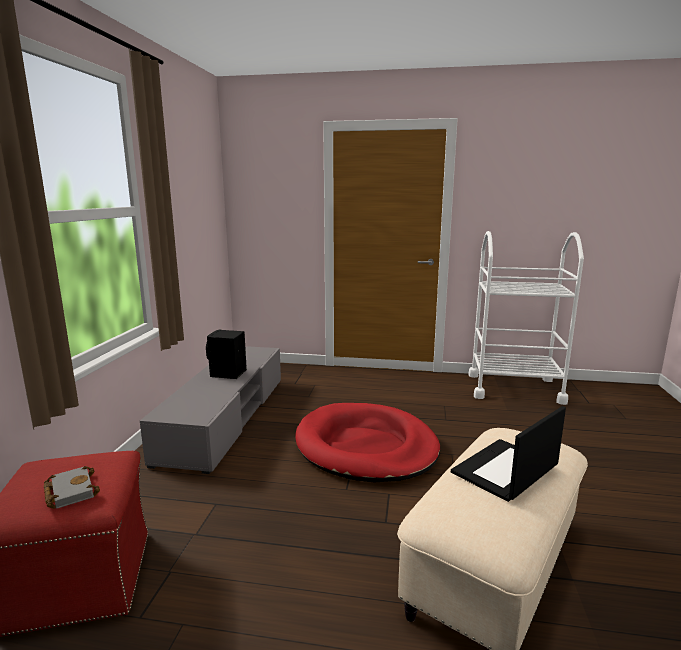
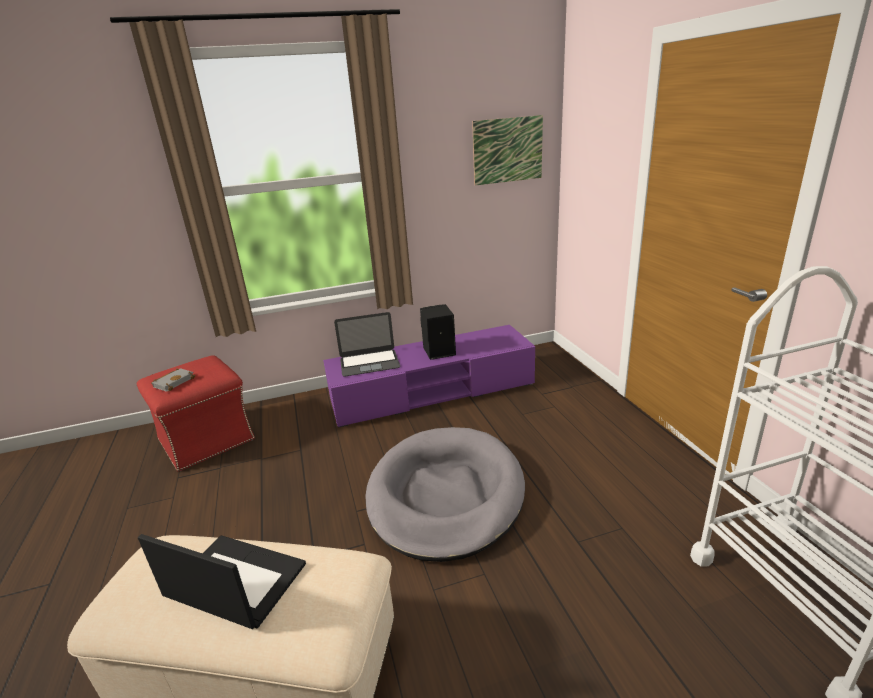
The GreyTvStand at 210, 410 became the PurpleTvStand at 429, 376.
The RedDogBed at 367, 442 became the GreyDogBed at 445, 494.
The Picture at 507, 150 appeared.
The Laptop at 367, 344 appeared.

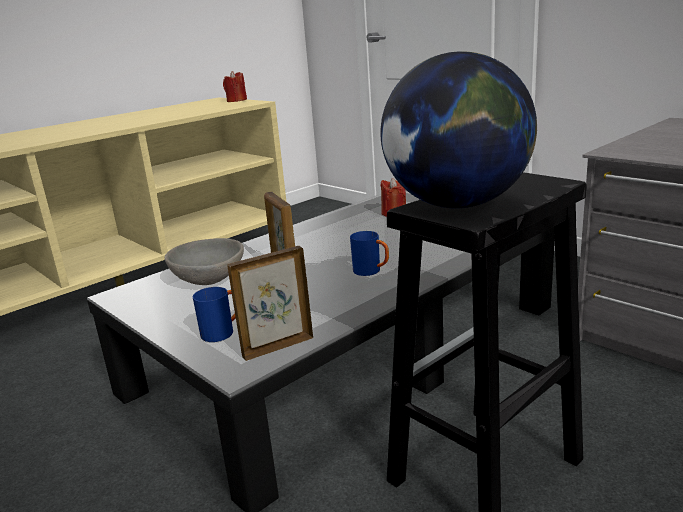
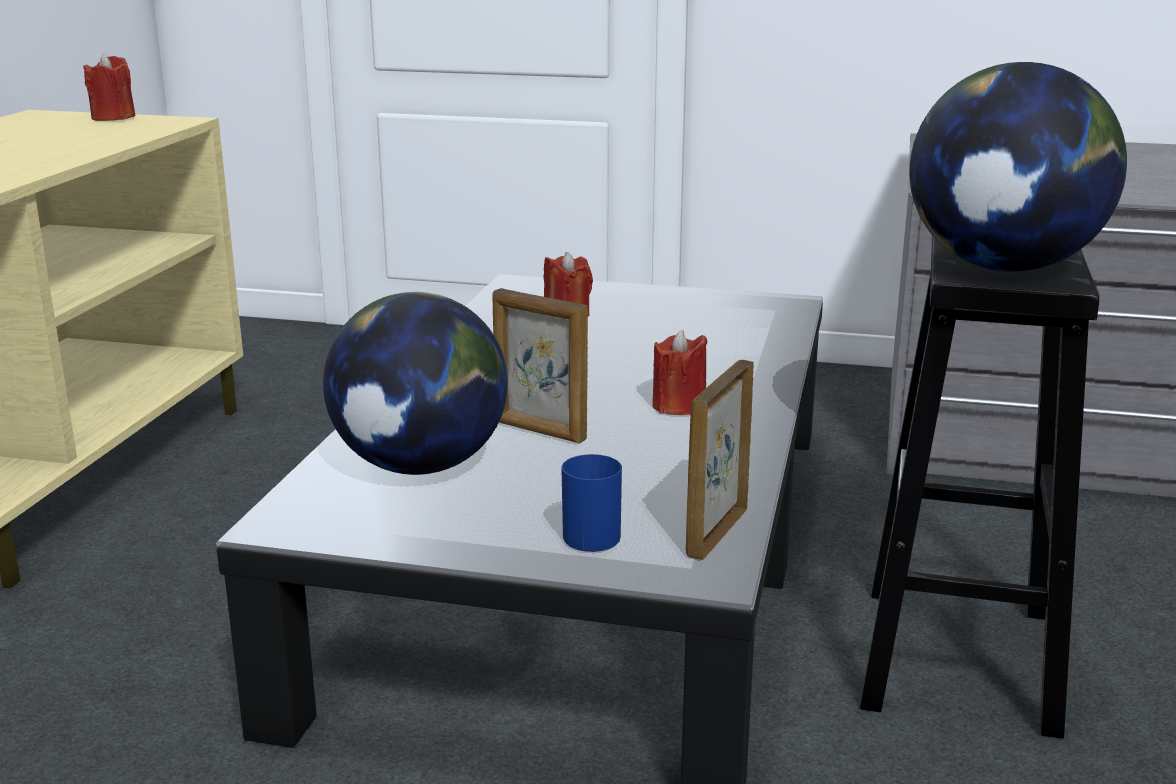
The BlueMug at 369, 253 was replaced by the RedCandle at 679, 372.
The GreyBowl at 204, 261 was replaced by the Globe at 415, 383.

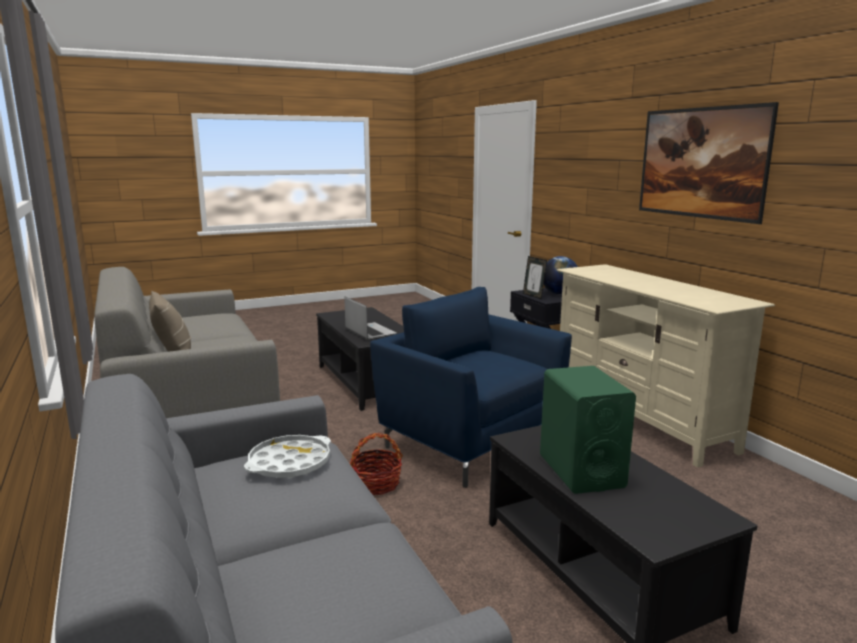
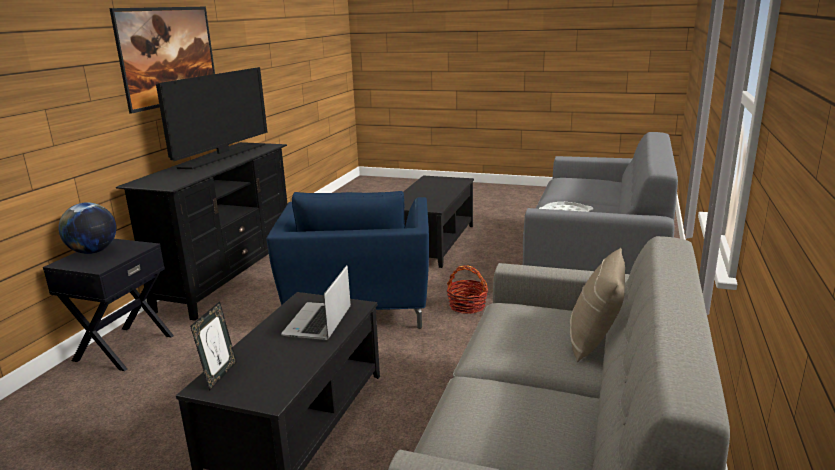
The PictureFrame moved from 535, 277 to 213, 346.
The BeigeTvStand at 666, 366 became the BlackTvStand at 201, 231.
The GreenSpeaker at 588, 430 disappeared.
The Television at 212, 118 appeared.

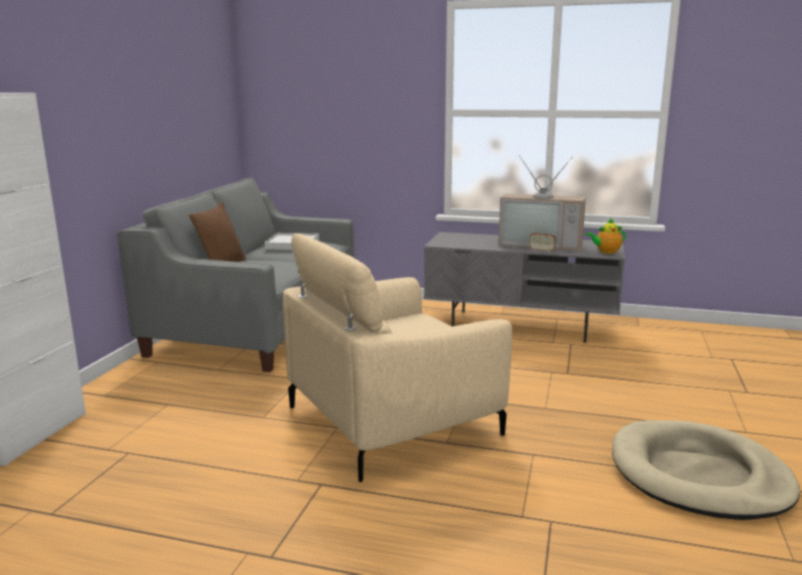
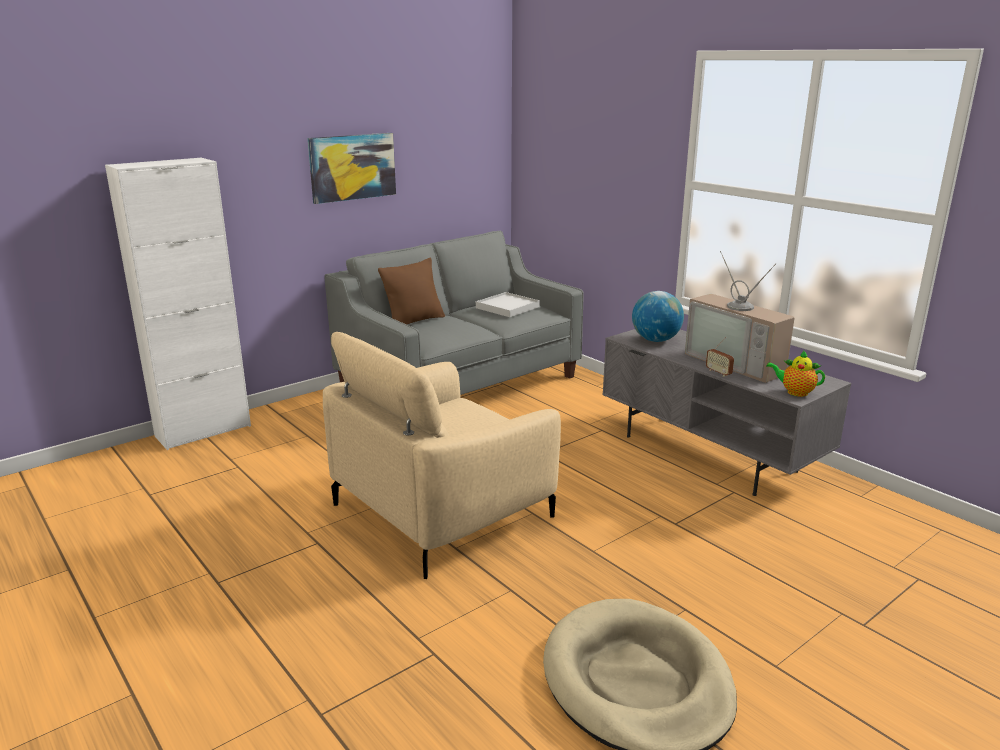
The BeigeArmchair at 397, 357 turned 45 degrees counterclockwise.
The Picture at 351, 168 appeared.
The Globe at 658, 316 appeared.

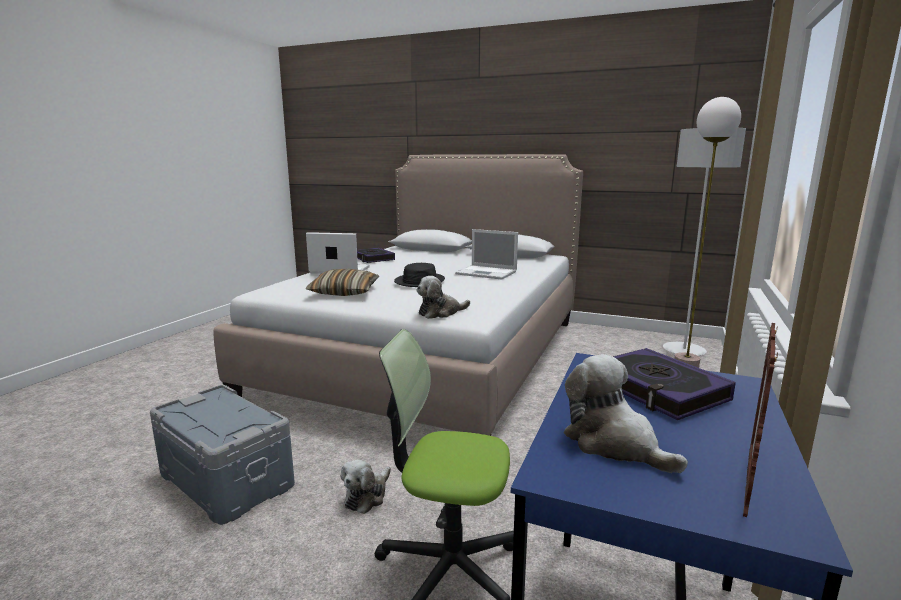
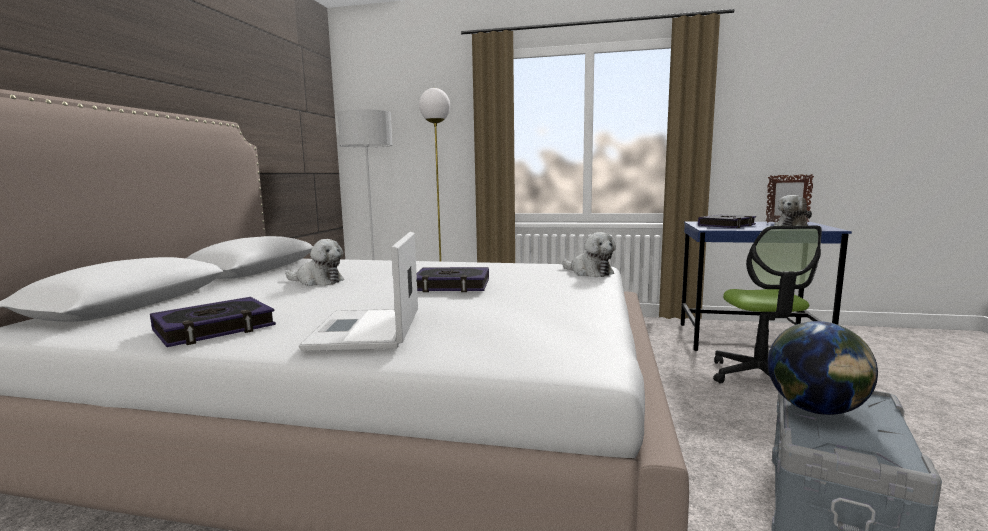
The Laptop at 486, 254 disappeared.
The BlackHat at 419, 275 was replaced by the Book at 453, 279.
The Pillow at 342, 282 disappeared.
The PlushToy moved from 366, 486 to 314, 262.
The Globe at 823, 368 appeared.

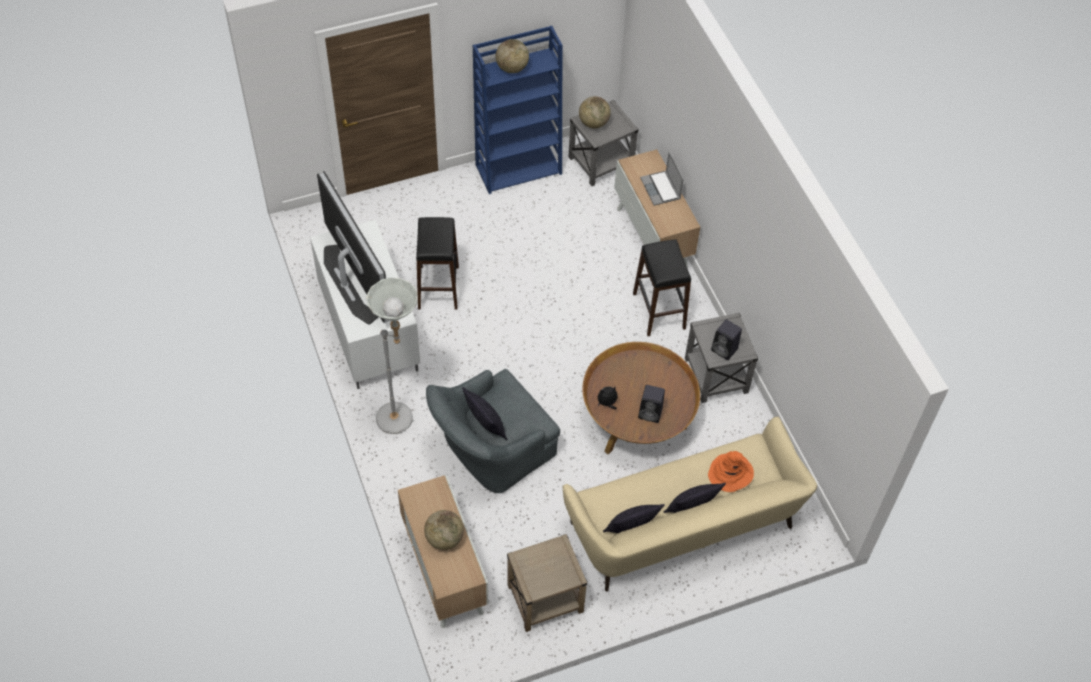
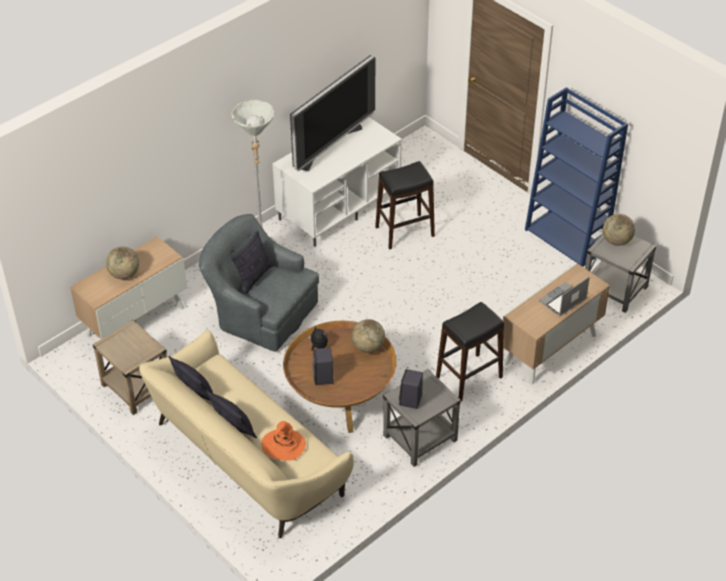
The Globe moved from 512, 56 to 368, 336.

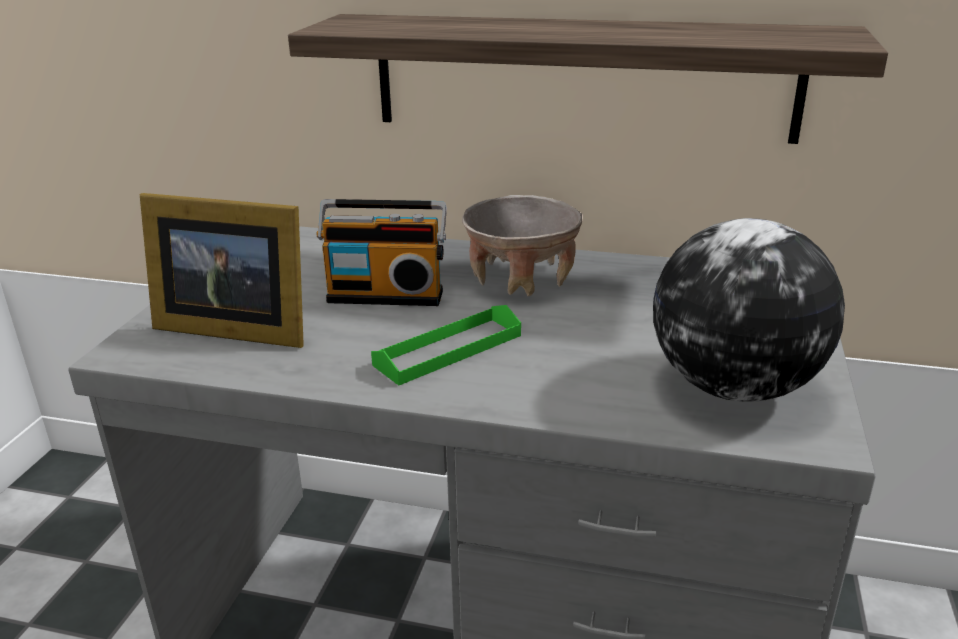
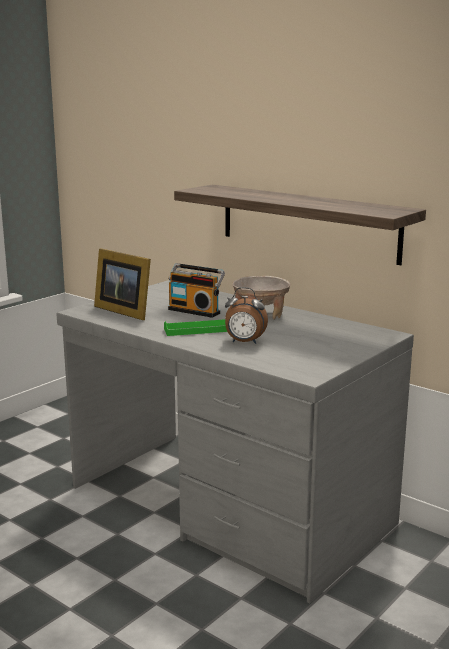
The Globe at 749, 310 disappeared.
The AlarmClock at 246, 315 appeared.

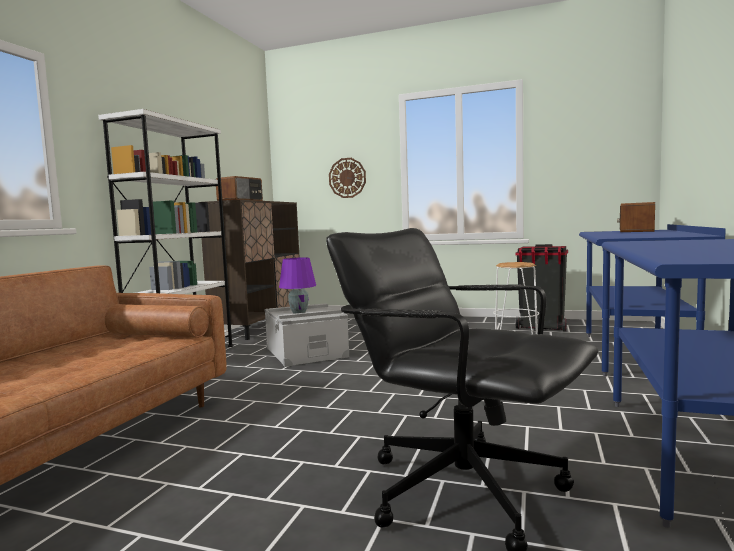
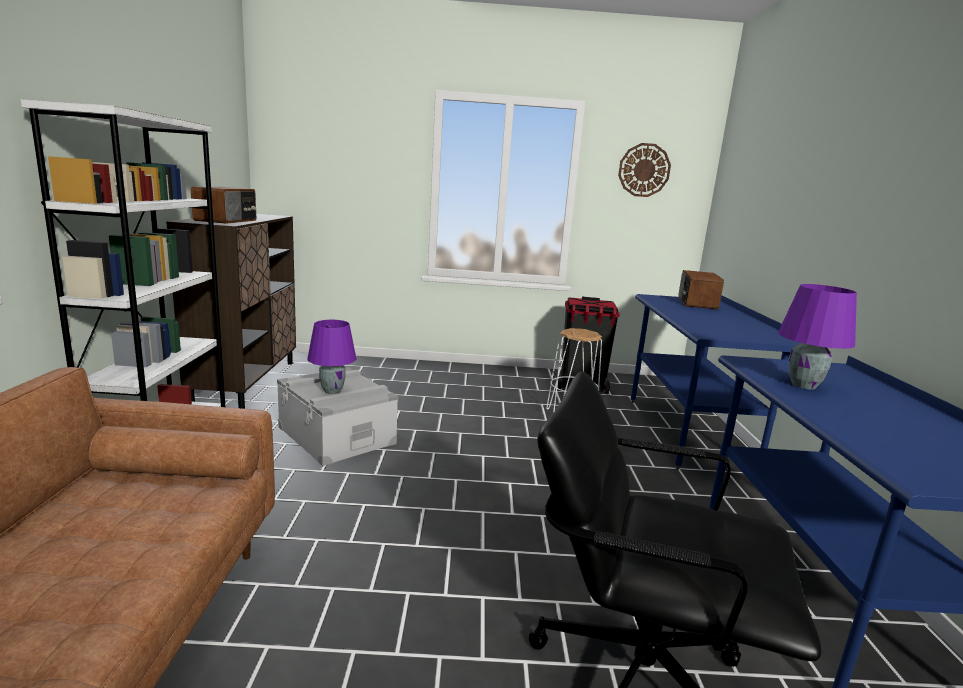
The WallClock moved from 347, 178 to 644, 170.
The PurpleTableLamp at 817, 337 appeared.

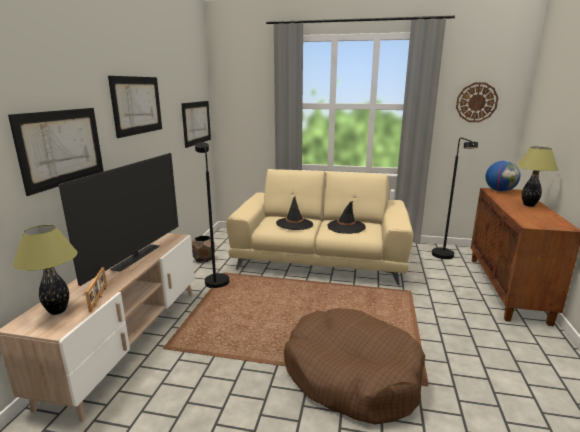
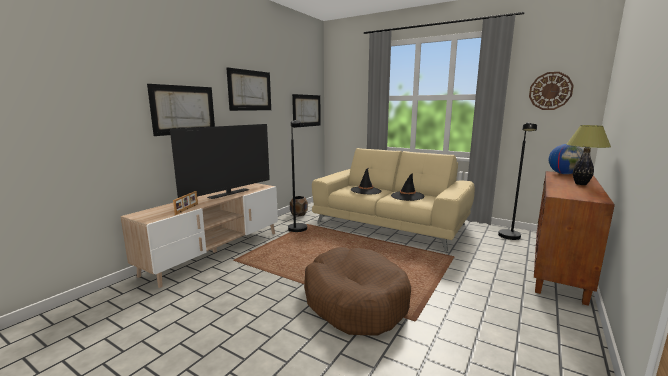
The TableLamp at 45, 270 disappeared.

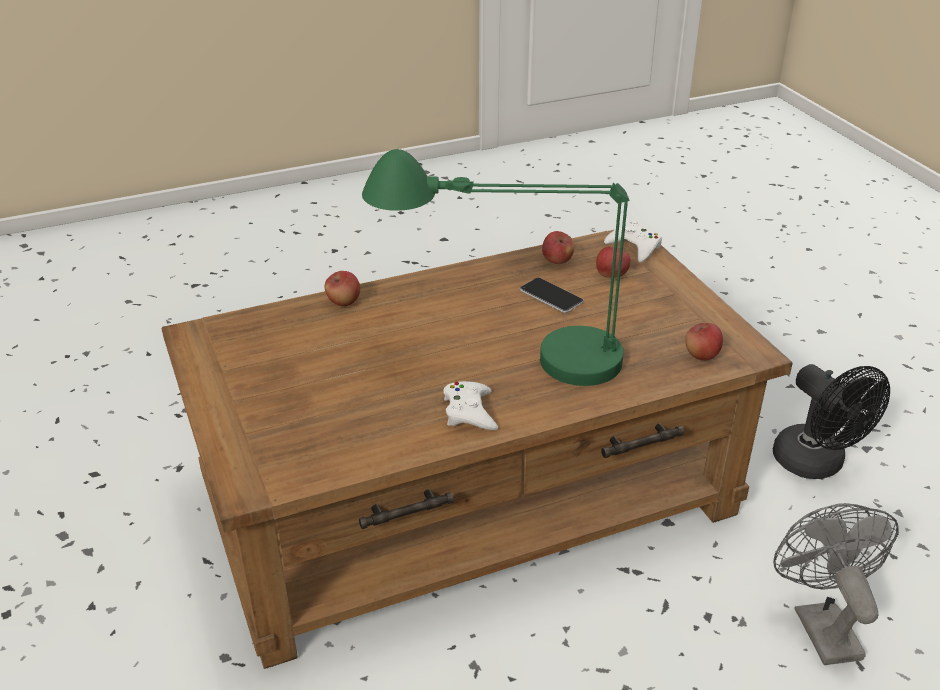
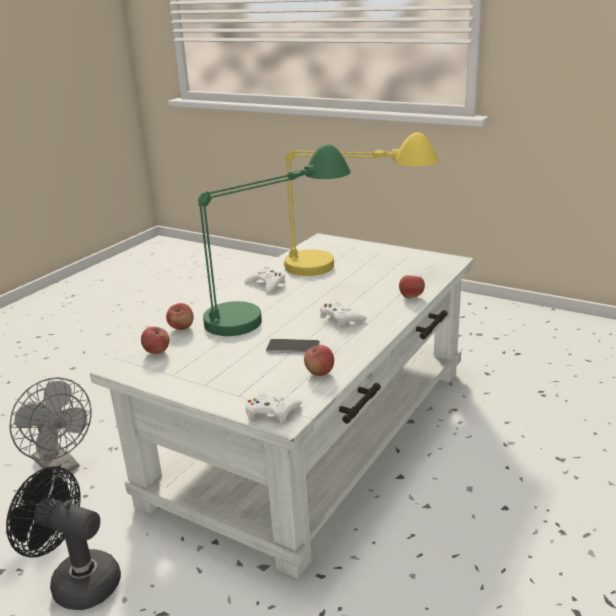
The BrownCoffeeTable at 477, 449 became the WhiteCoffeeTable at 282, 406.
The Apple moved from 613, 261 to 180, 316.
The YellowTableLamp at 361, 204 appeared.
The WhiteGameController at 343, 314 appeared.

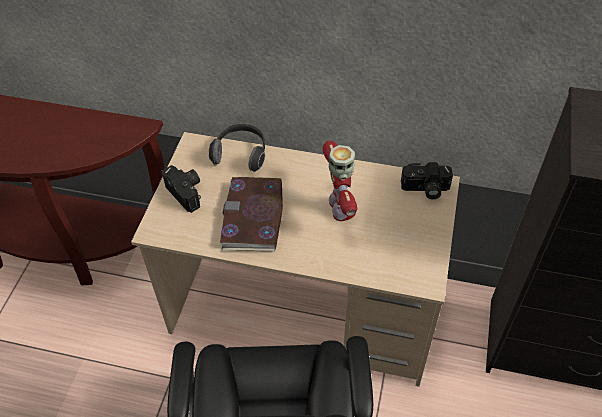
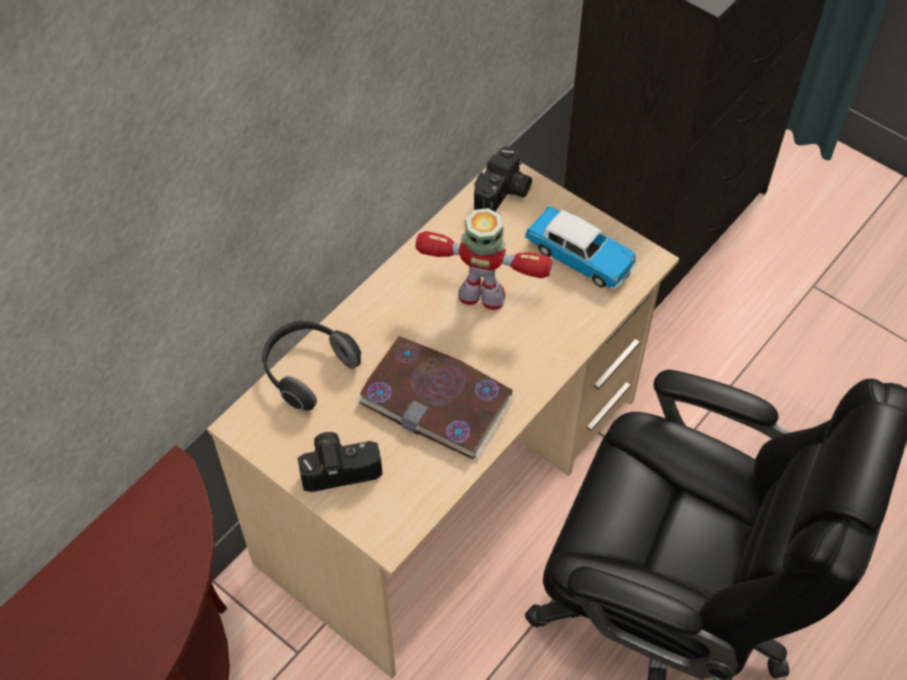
The ToyCar at 580, 247 appeared.

